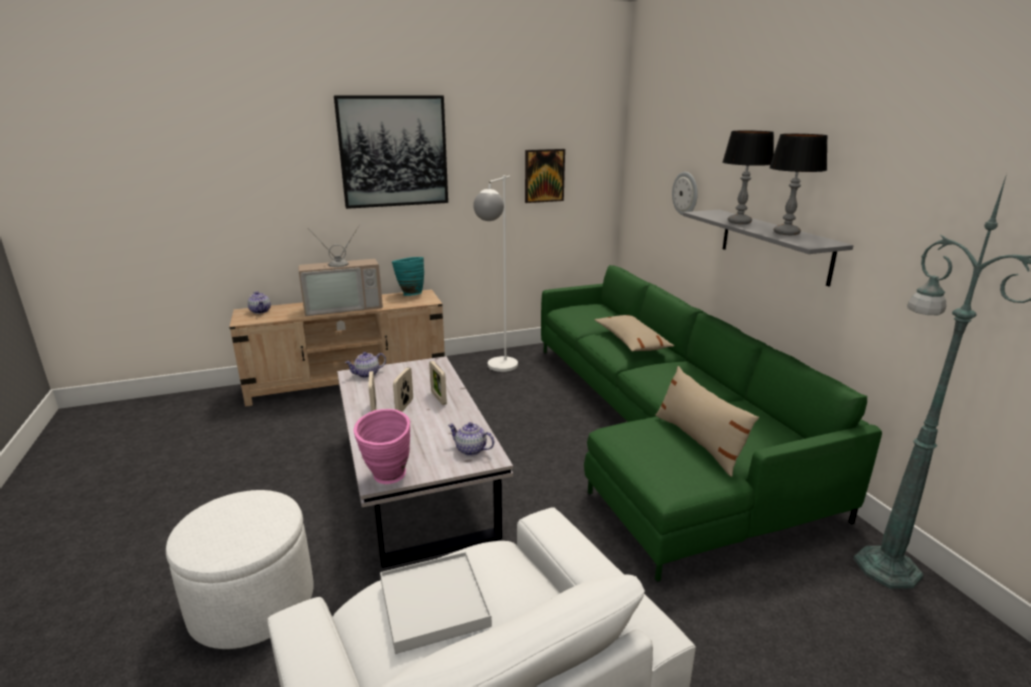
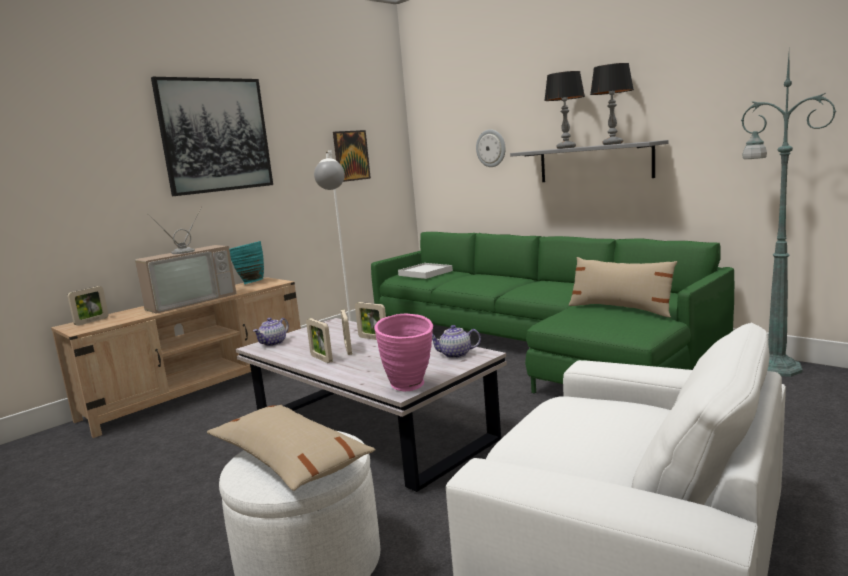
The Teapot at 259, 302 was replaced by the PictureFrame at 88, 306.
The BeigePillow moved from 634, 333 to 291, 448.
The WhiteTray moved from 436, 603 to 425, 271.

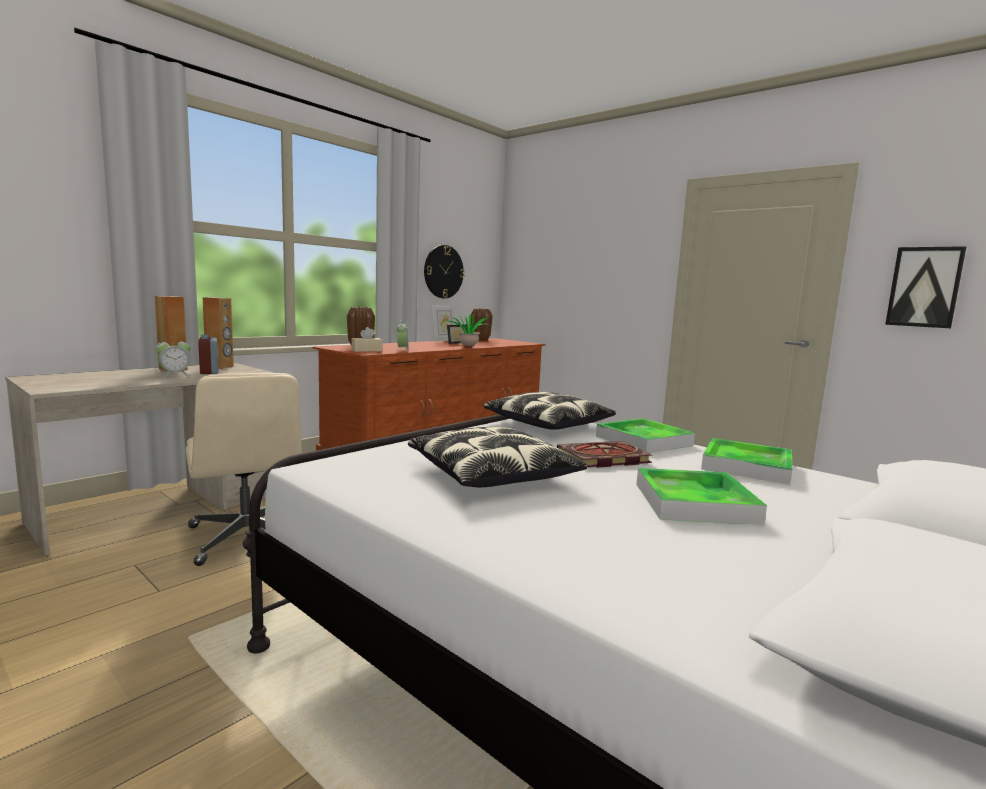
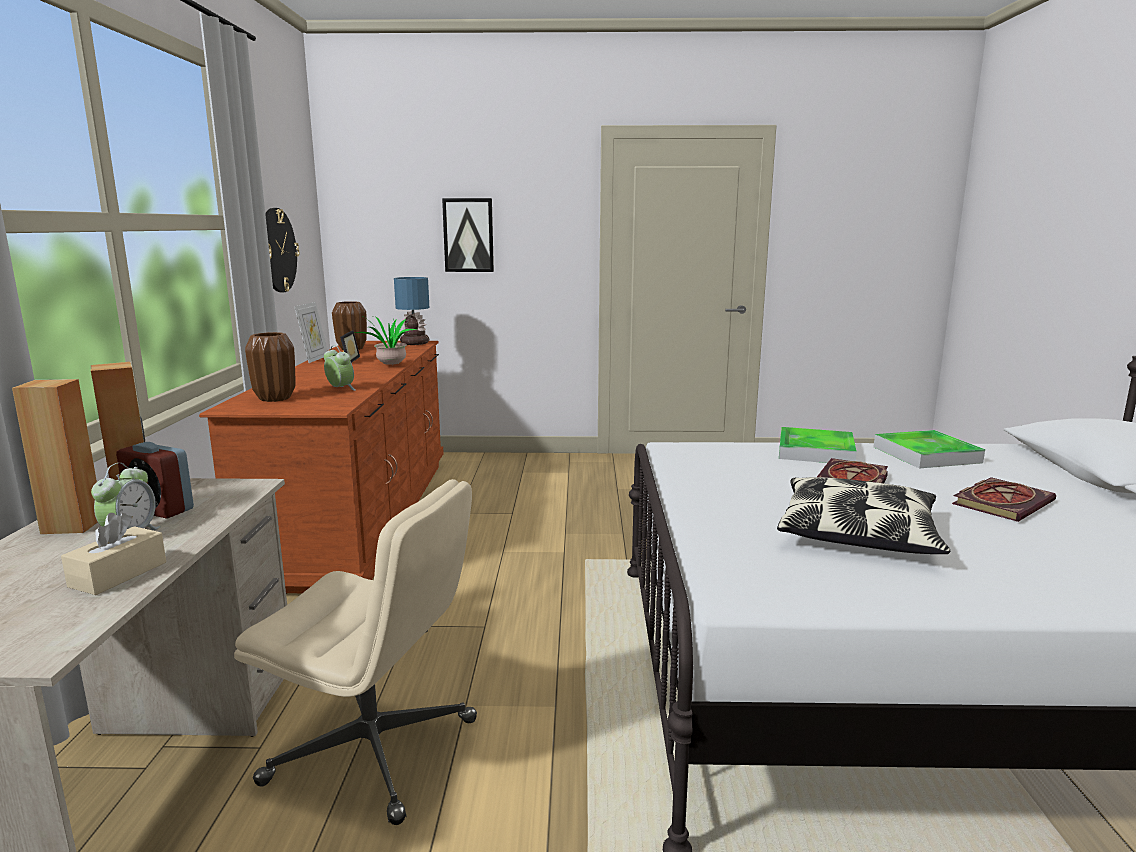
The Picture moved from 925, 287 to 468, 235.
The BeigeTissueBox moved from 367, 339 to 113, 554.
The Pillow at 549, 411 disappeared.
The Tray at 701, 496 was replaced by the Book at 1004, 499.
The TableLamp at 411, 311 appeared.

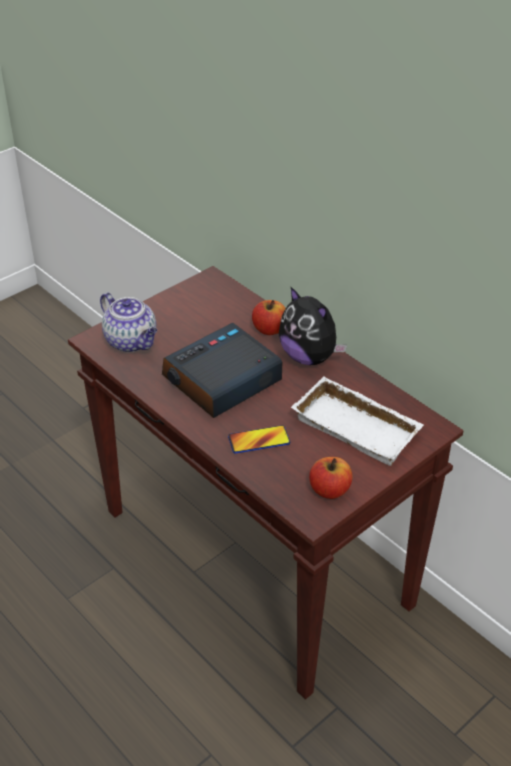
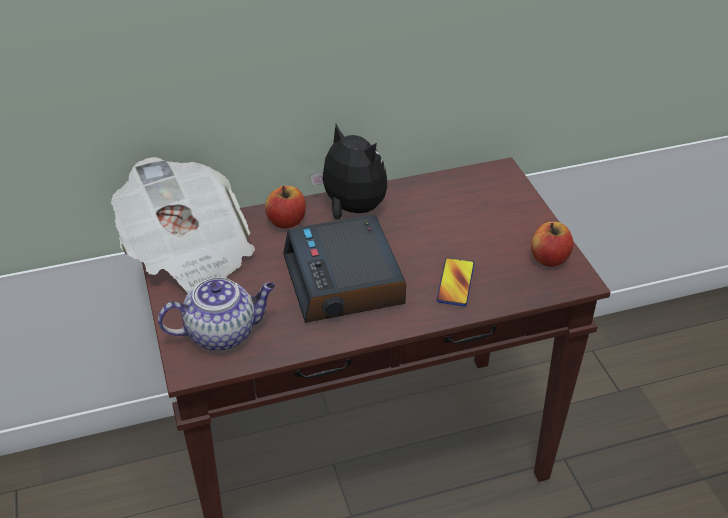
The PlushToy at 313, 326 turned 120 degrees counterclockwise.
The WhiteTray at 357, 421 disappeared.
The Newspaper at 183, 225 appeared.

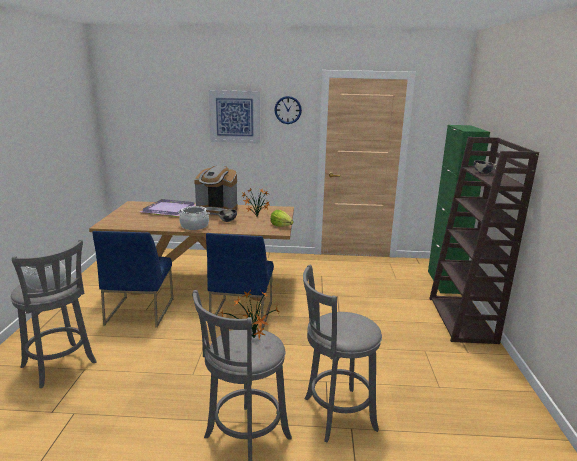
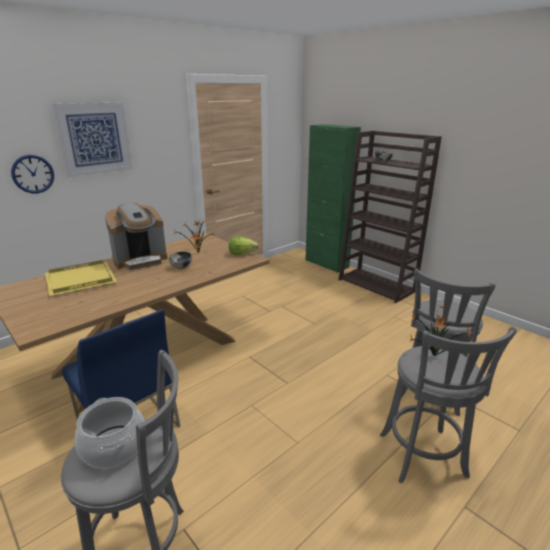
The WallClock moved from 288, 110 to 32, 174.
The PurpleTray at 168, 208 became the YellowTray at 81, 278.
The CookingPot at 194, 218 disappeared.
The BlueChair at 240, 281 disappeared.

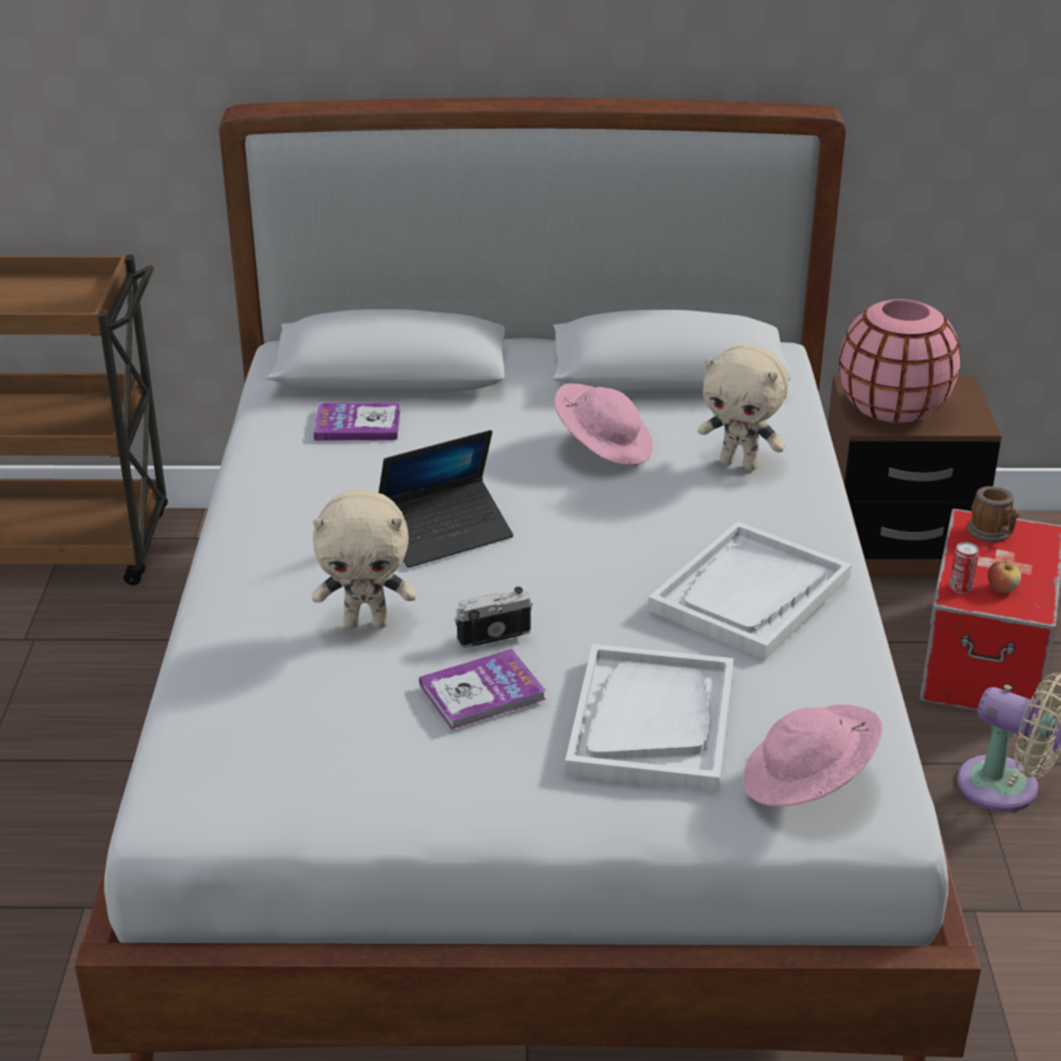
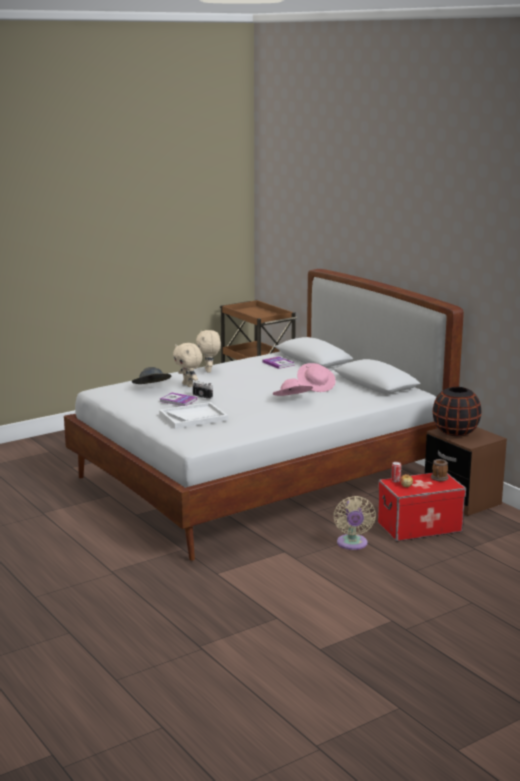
The PinkVase at 899, 361 became the BlackVase at 457, 411.
The BeigePlushToy moved from 743, 407 to 208, 351.
The Laptop at 445, 499 disappeared.
The WhiteTray at 750, 590 disappeared.
The PinkHat moved from 812, 755 to 293, 387.
The GreyHat at 151, 375 appeared.

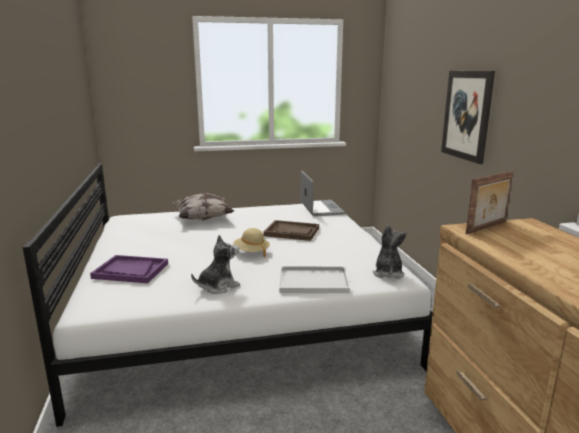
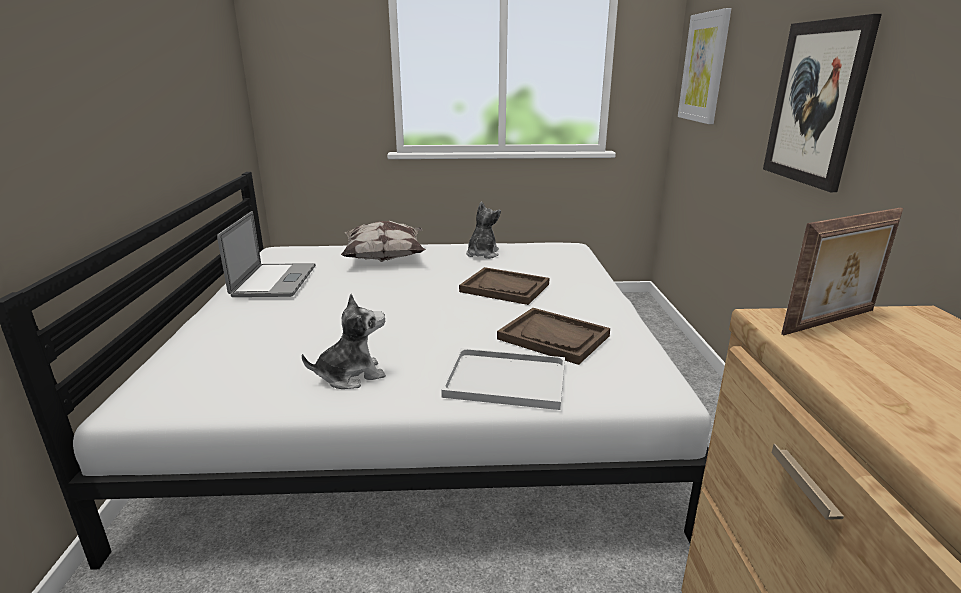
The Laptop moved from 323, 193 to 266, 254.
The PlushToy moved from 389, 252 to 483, 230.
The BeigeHat at 251, 242 disappeared.
The PurpleTray at 129, 269 disappeared.
The Picture at 705, 66 appeared.
The BrownTray at 553, 336 appeared.

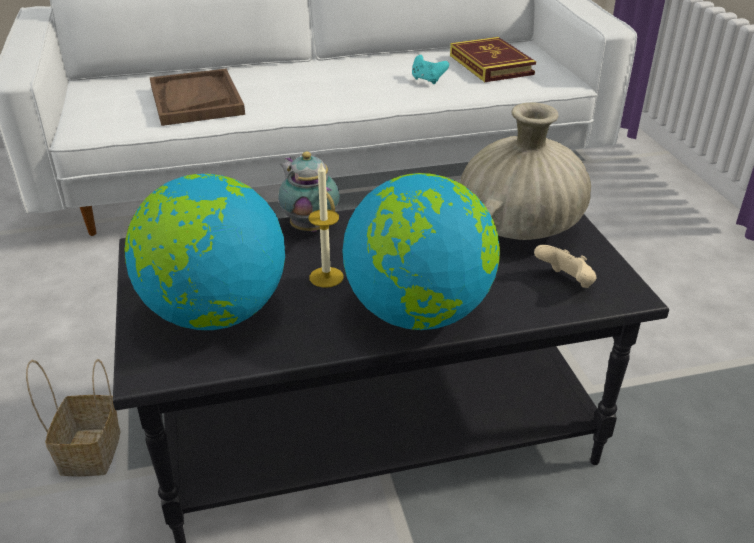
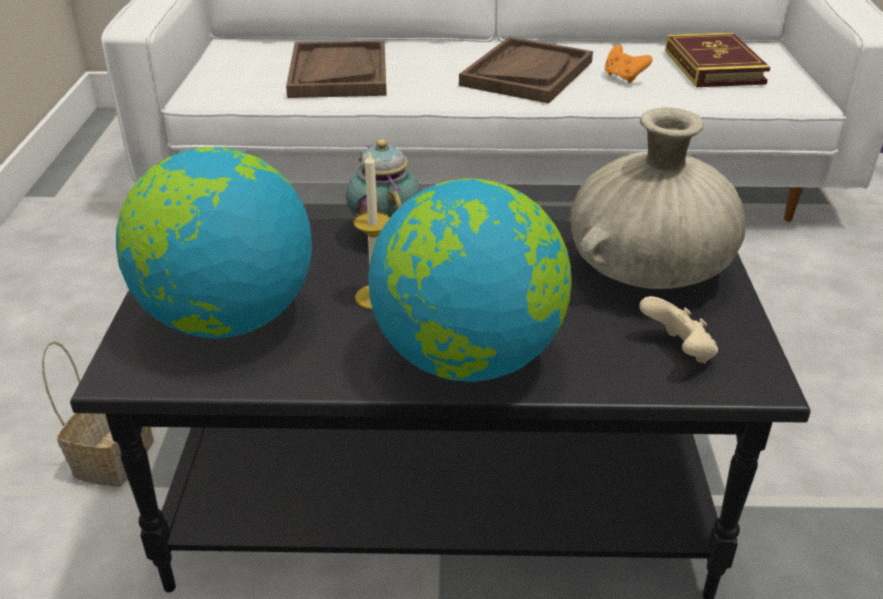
The TurquoiseGameController at 430, 69 became the OrangeGameController at 629, 64.
The BrownTray at 526, 70 appeared.

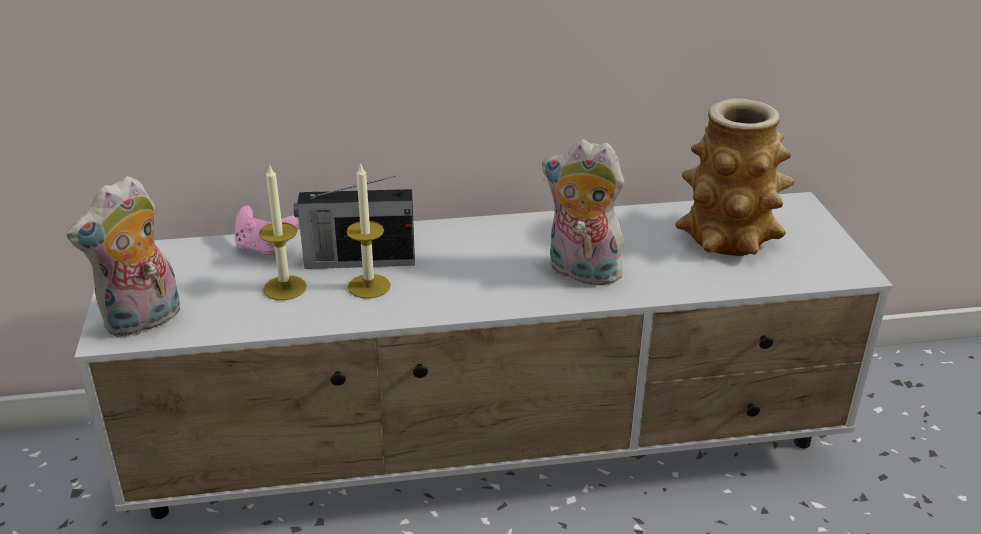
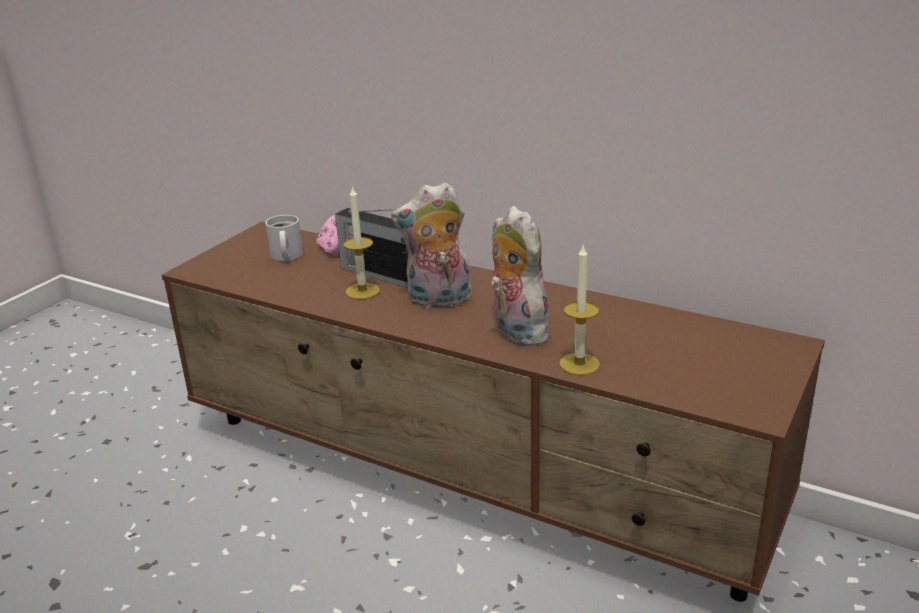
The Vase at 735, 177 disappeared.
The Candle moved from 283, 232 to 579, 310.
The PlushToy moved from 123, 257 to 431, 245.
The WhiteTvStand at 483, 355 became the BrownTvStand at 493, 412.
The WhiteMug at 284, 238 appeared.

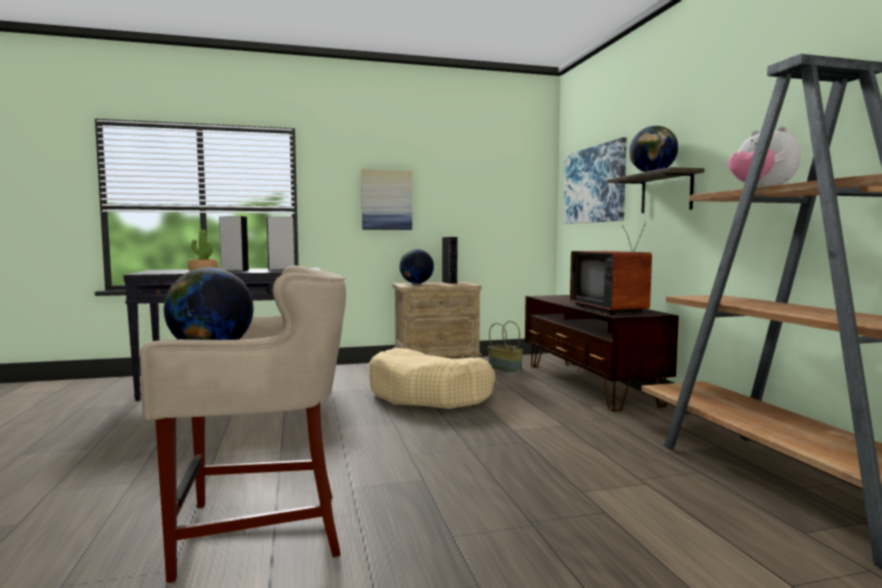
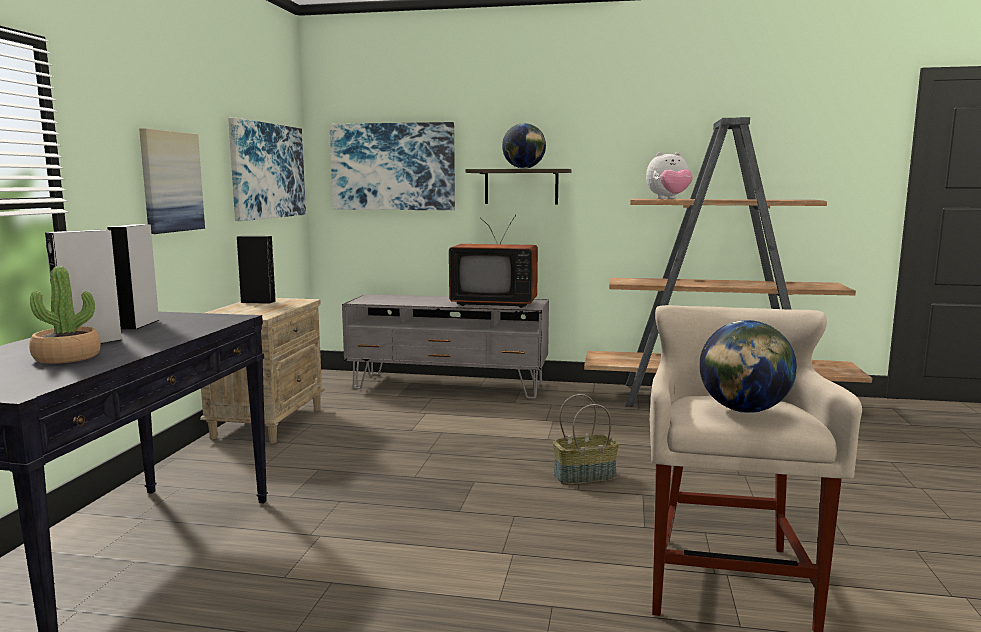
The Globe at 417, 266 disappeared.
The BrownTvStand at 602, 353 became the GreyTvStand at 445, 346.
The Basket moved from 505, 347 to 586, 439.
The BeigeDogBed at 432, 378 disappeared.
The Picture at 267, 169 appeared.

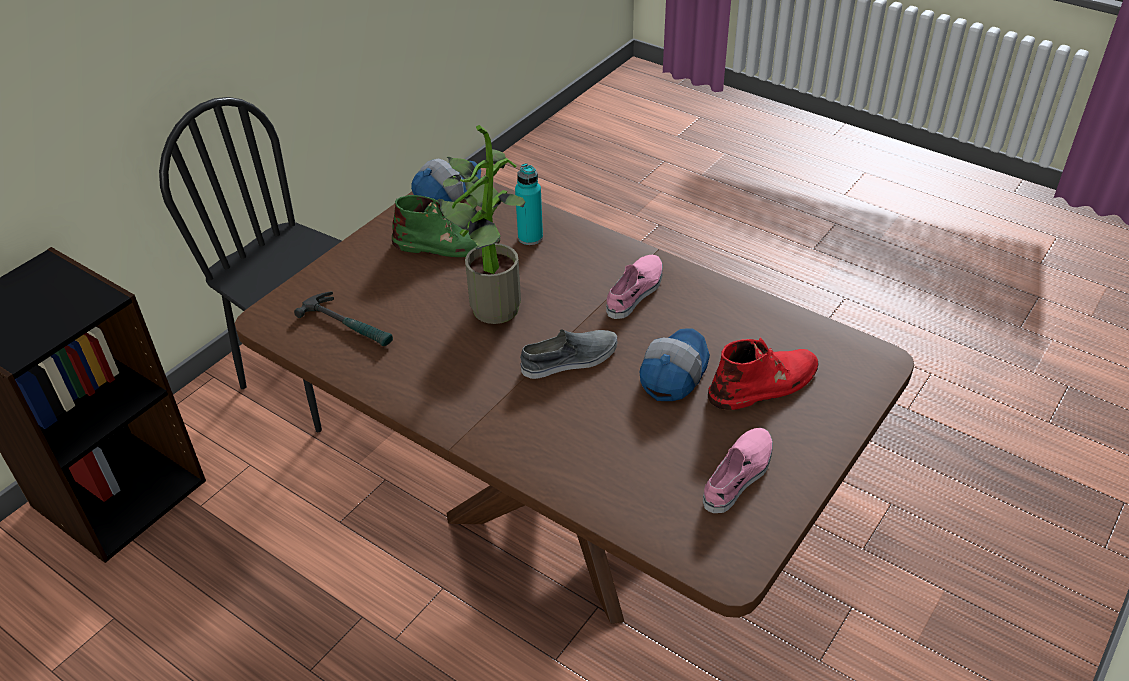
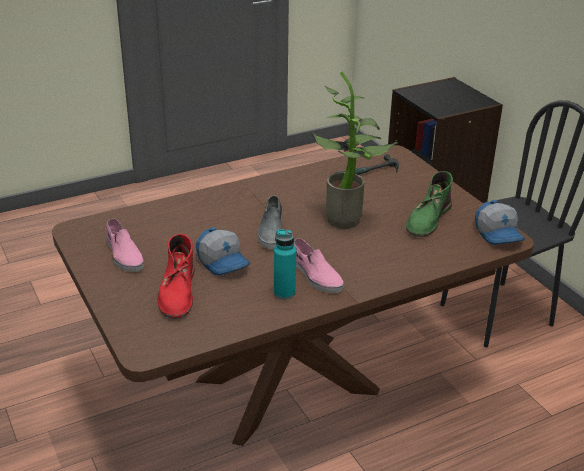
The TurquoiseBottle moved from 529, 204 to 285, 264.

